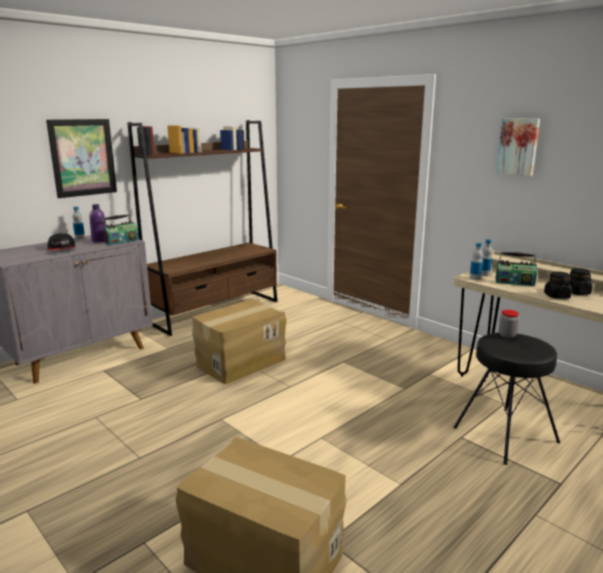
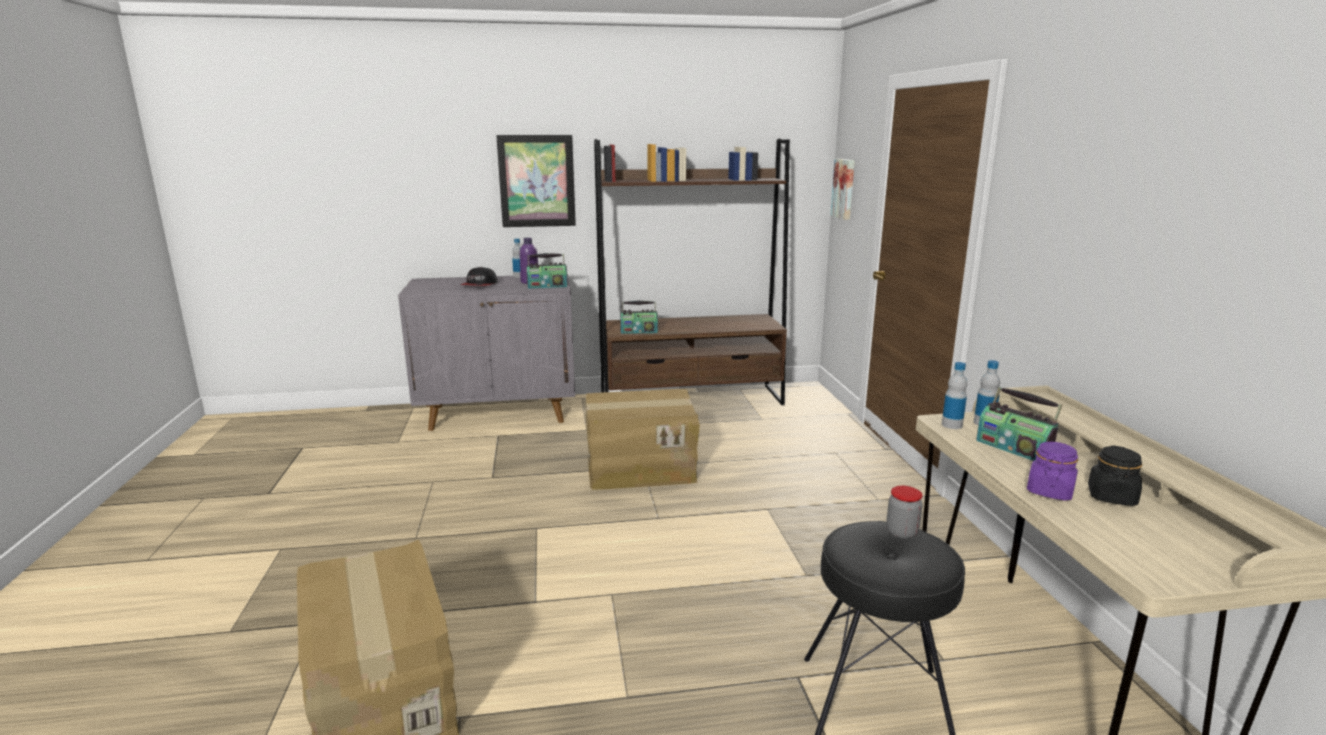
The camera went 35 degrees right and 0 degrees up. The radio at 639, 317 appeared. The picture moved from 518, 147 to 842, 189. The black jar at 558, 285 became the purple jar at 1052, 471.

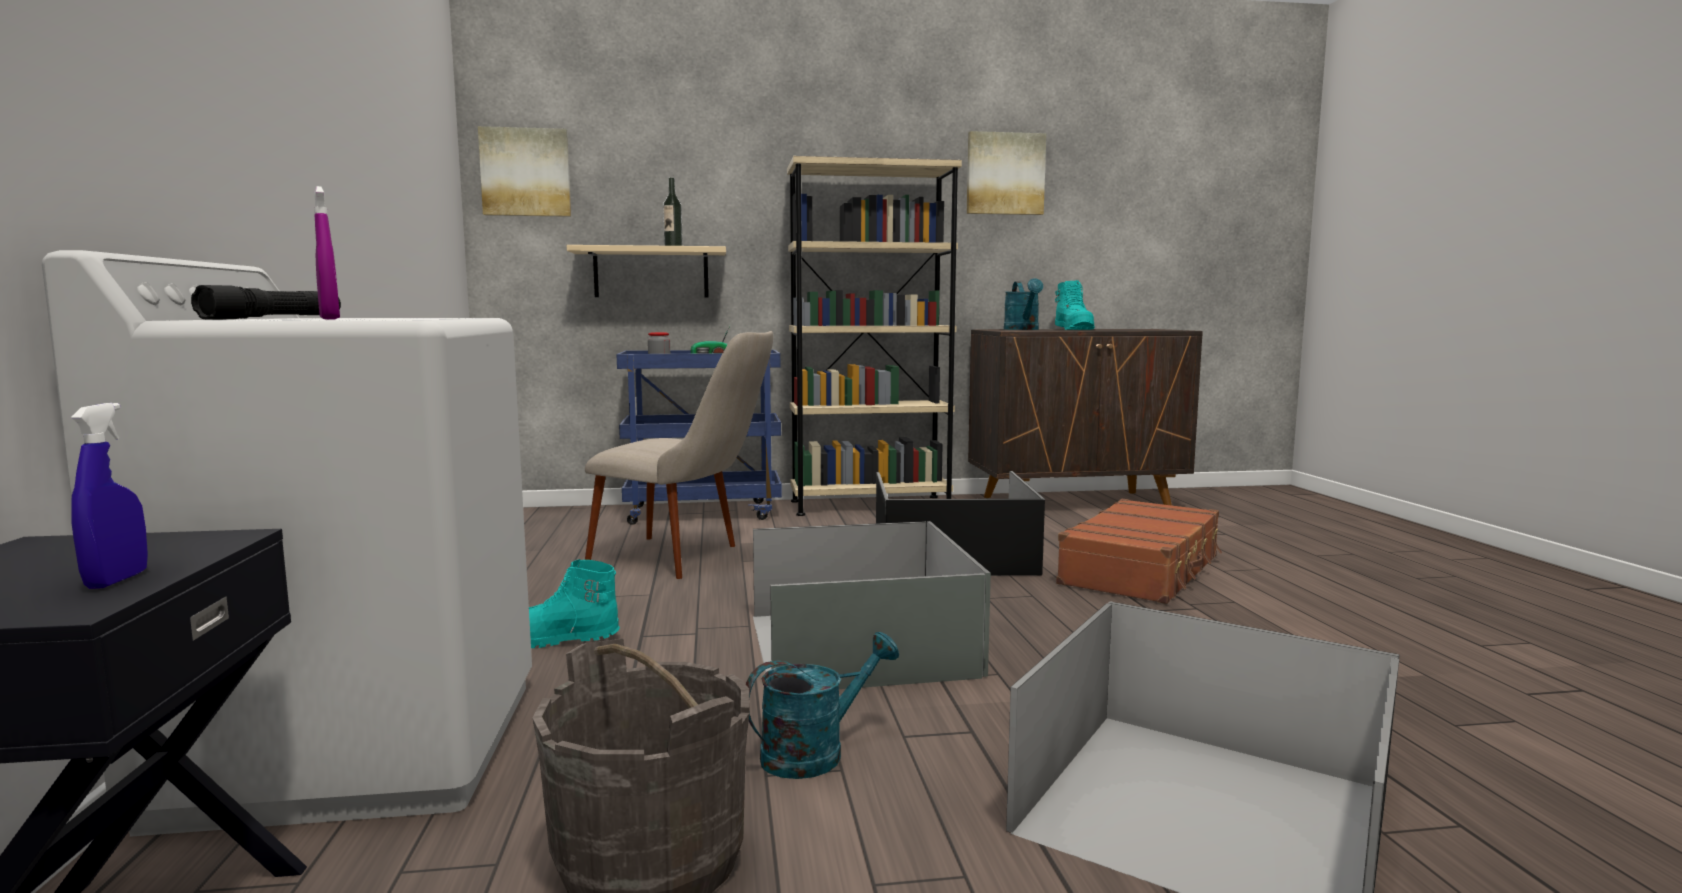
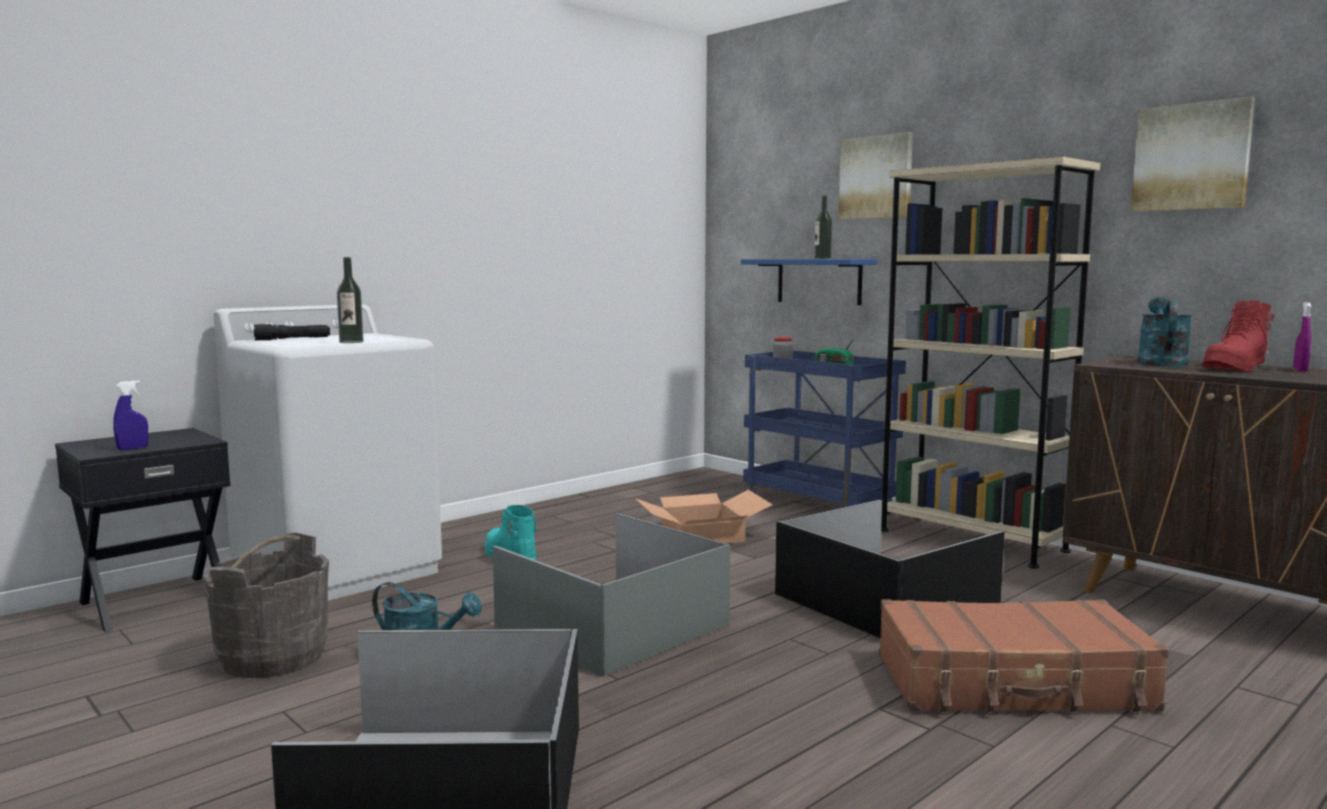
The camera went 55 degrees right and 0 degrees up. The bottle at 350, 300 appeared. The beige chair at 679, 455 was replaced by the cardboard box at 704, 517. The beige shelf at 646, 271 became the blue shelf at 809, 282. The picture moved from 524, 171 to 876, 175. The turquoise watering can at 1023, 304 turned 150 degrees clockwise. The turquoise boot at 1075, 305 became the red boot at 1238, 336. The purple spray bottle moved from 327, 252 to 1302, 337.

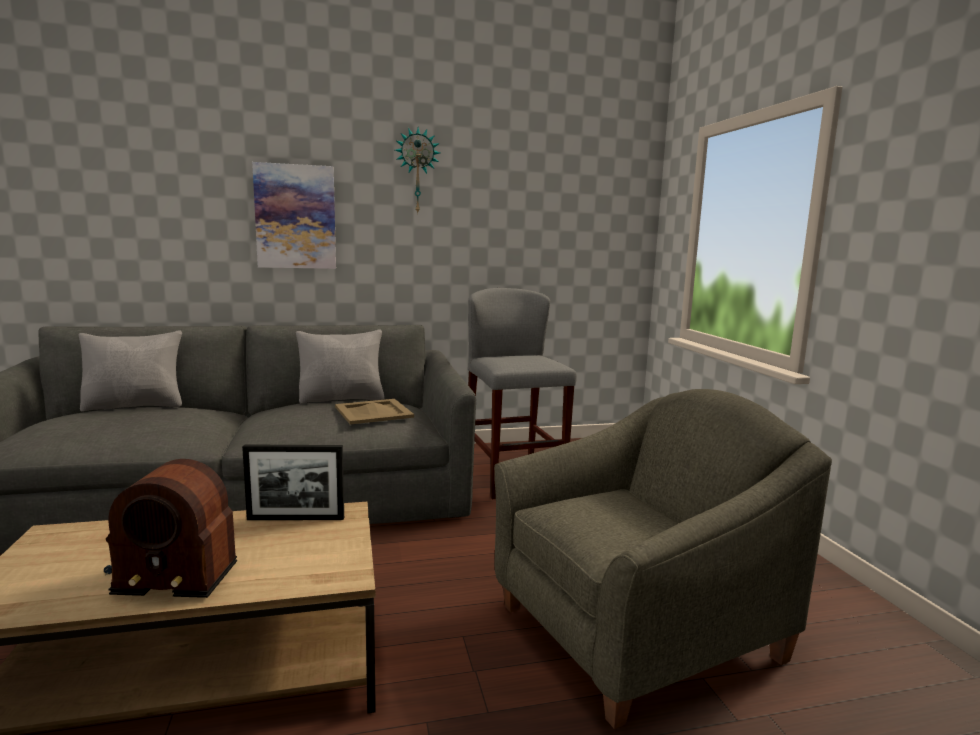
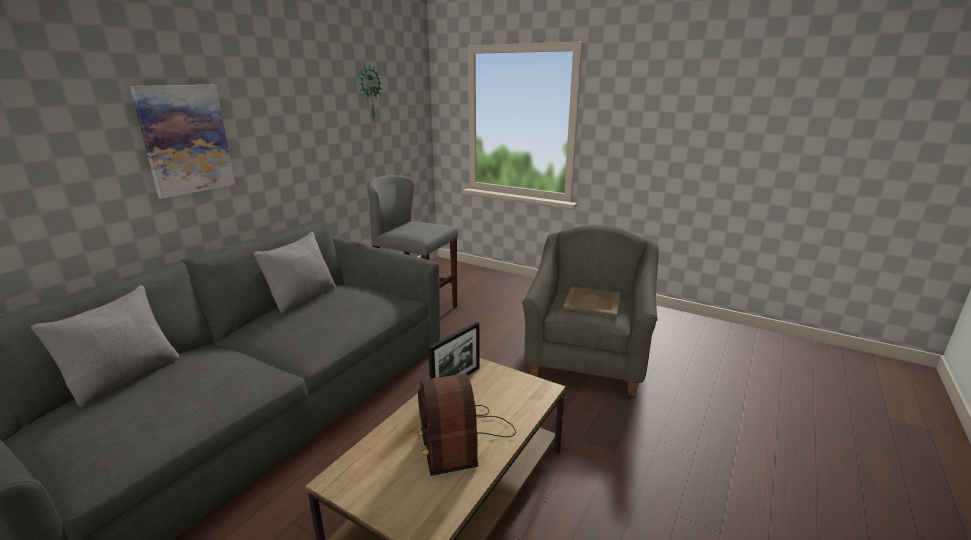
The camera went 45 degrees left and 10 degrees up. The wall clock moved from 417, 171 to 370, 97. The radio at 170, 528 turned 120 degrees clockwise. The beige tray moved from 374, 412 to 591, 302.

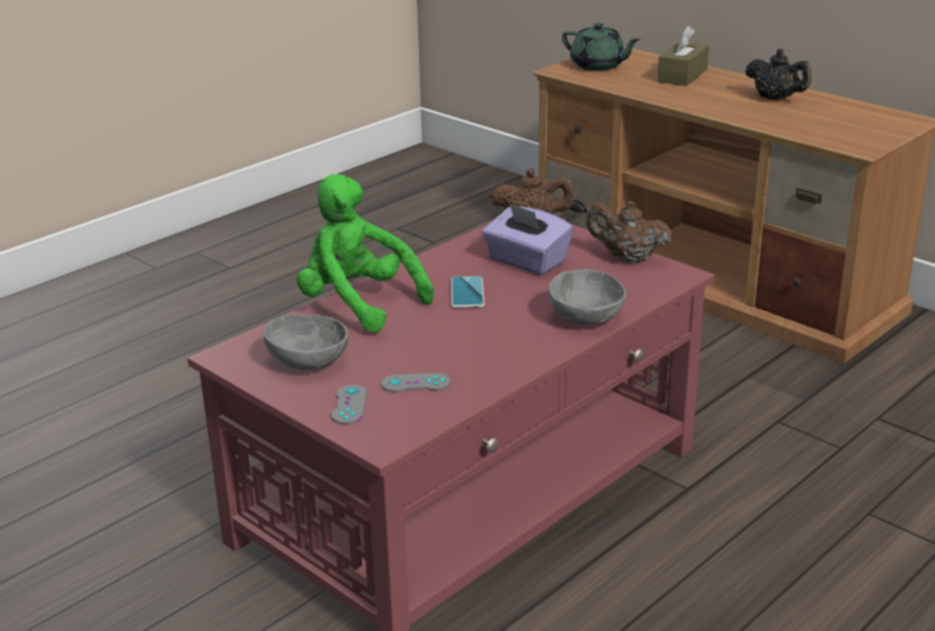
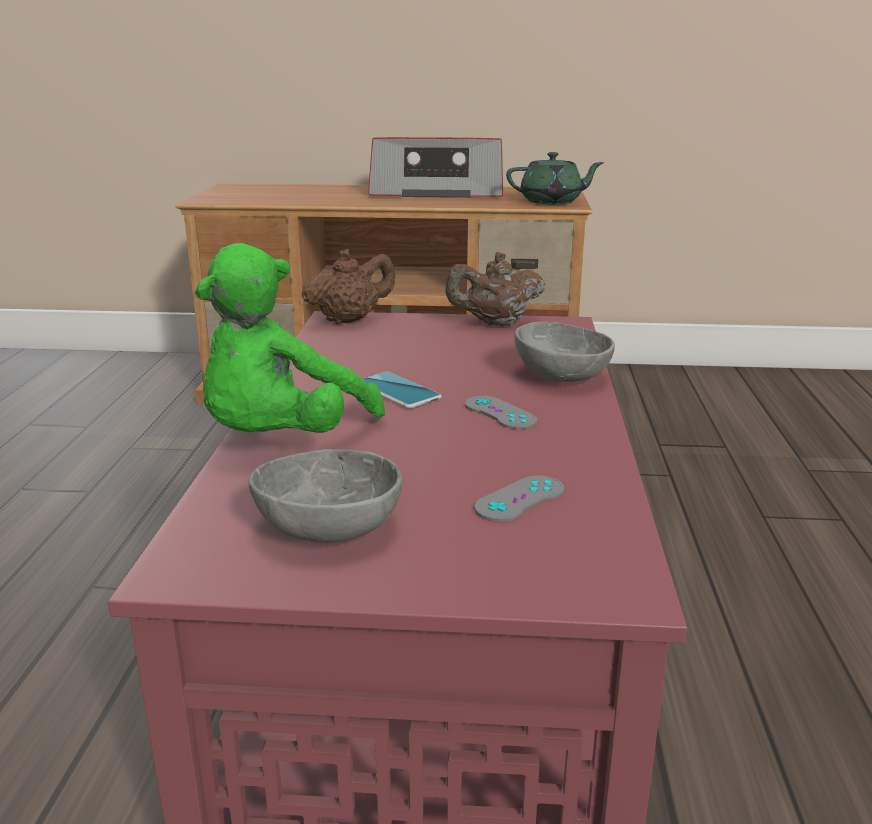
The camera went 40 degrees left and 5 degrees down. The green plush toy at 365, 253 turned 60 degrees counterclockwise. The black teapot at 778, 74 was replaced by the radio at 435, 167. The grey game controller moved from 349, 404 to 501, 412. The green teapot moved from 601, 47 to 555, 178. The purple tissue box at 527, 239 disappeared. The brown tissue box at 683, 56 disappeared.

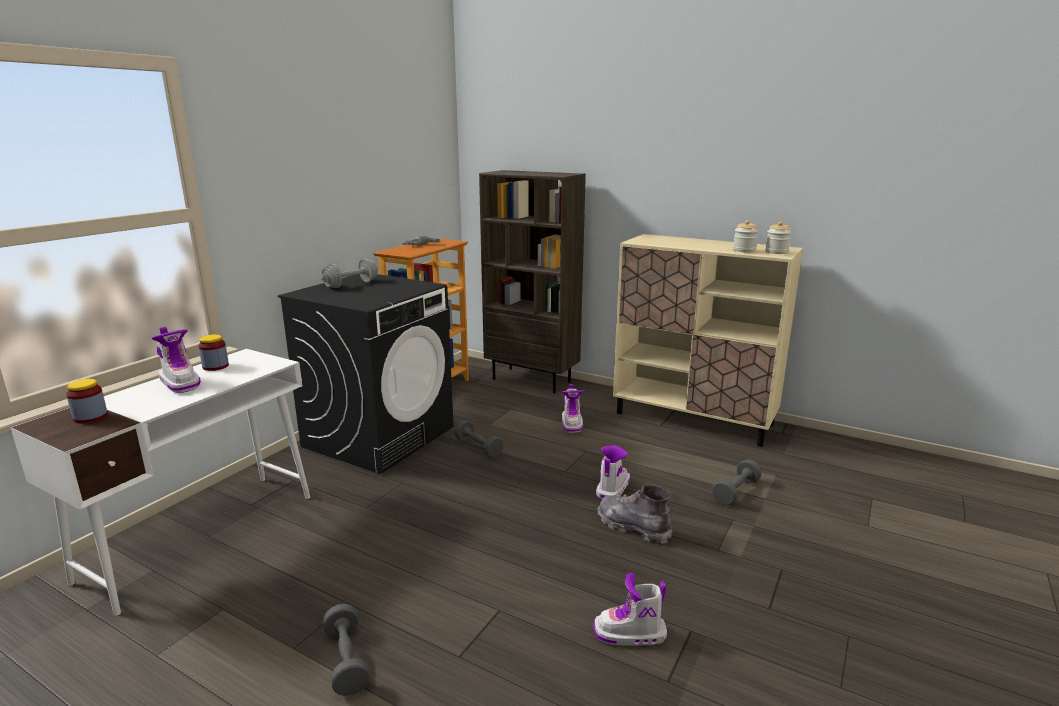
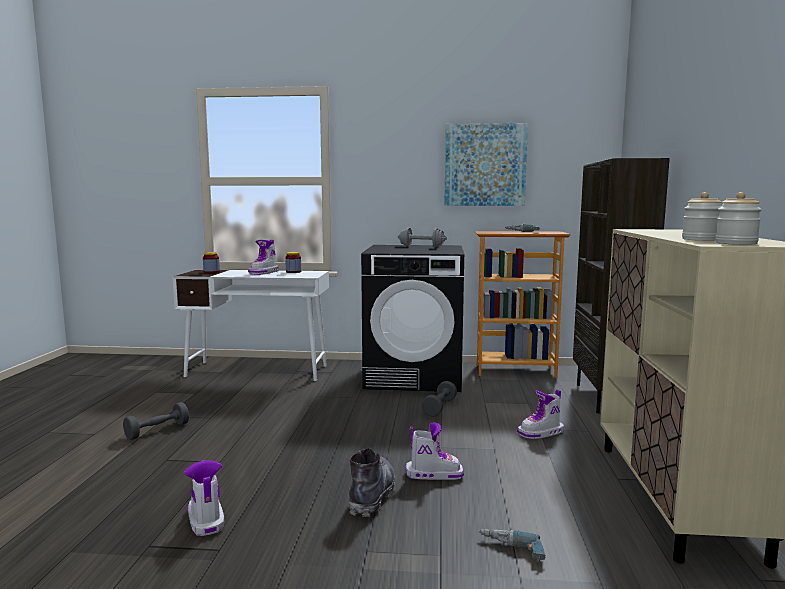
The camera went 65 degrees right and 10 degrees down. The picture at 486, 164 appeared. The grey dumbbell at 737, 482 was replaced by the power drill at 512, 545.

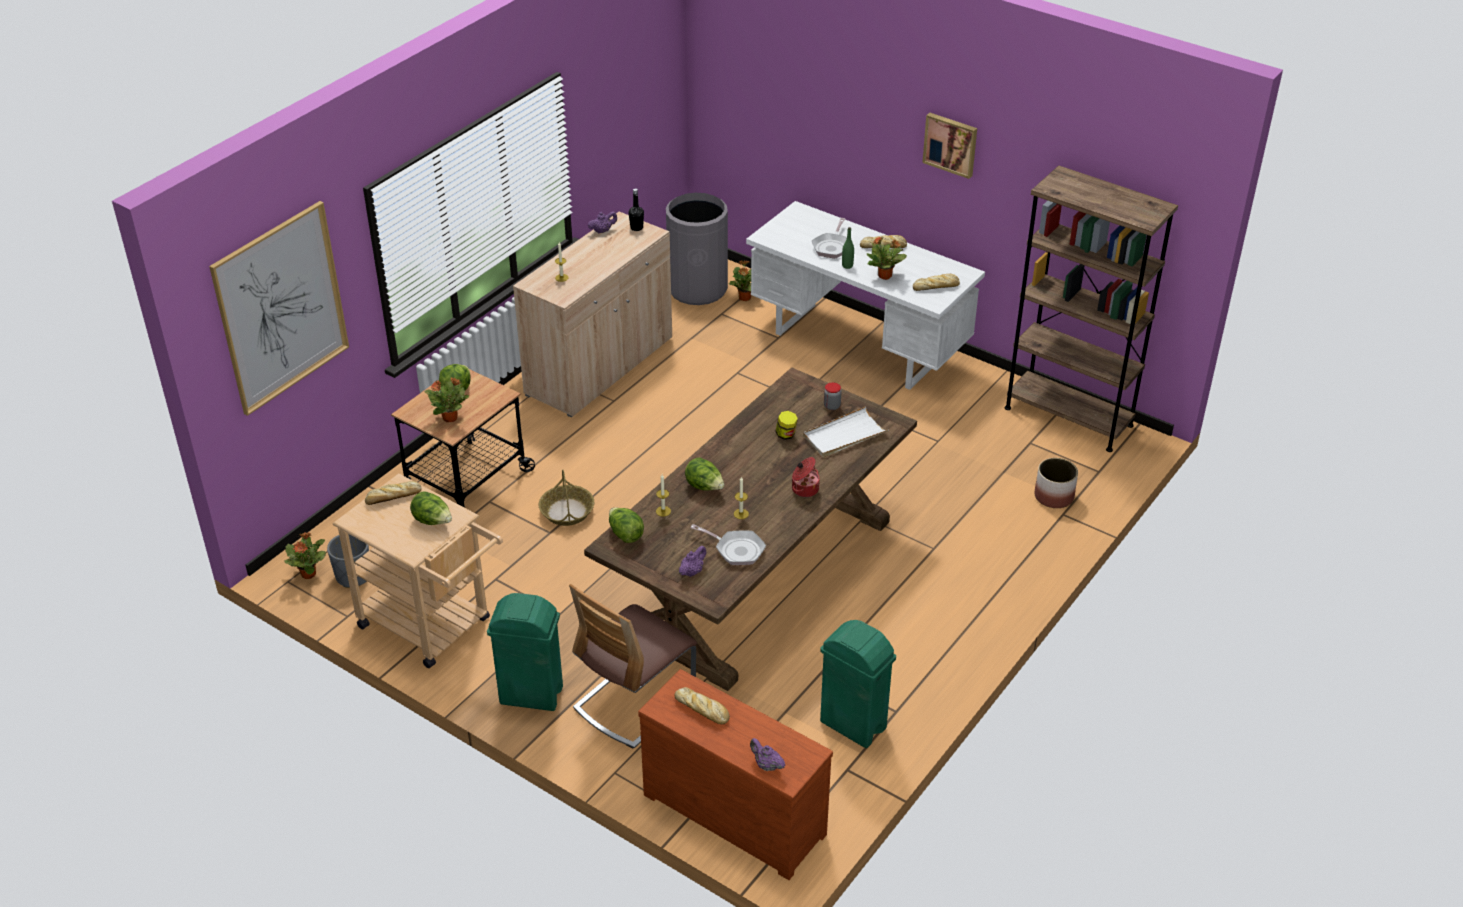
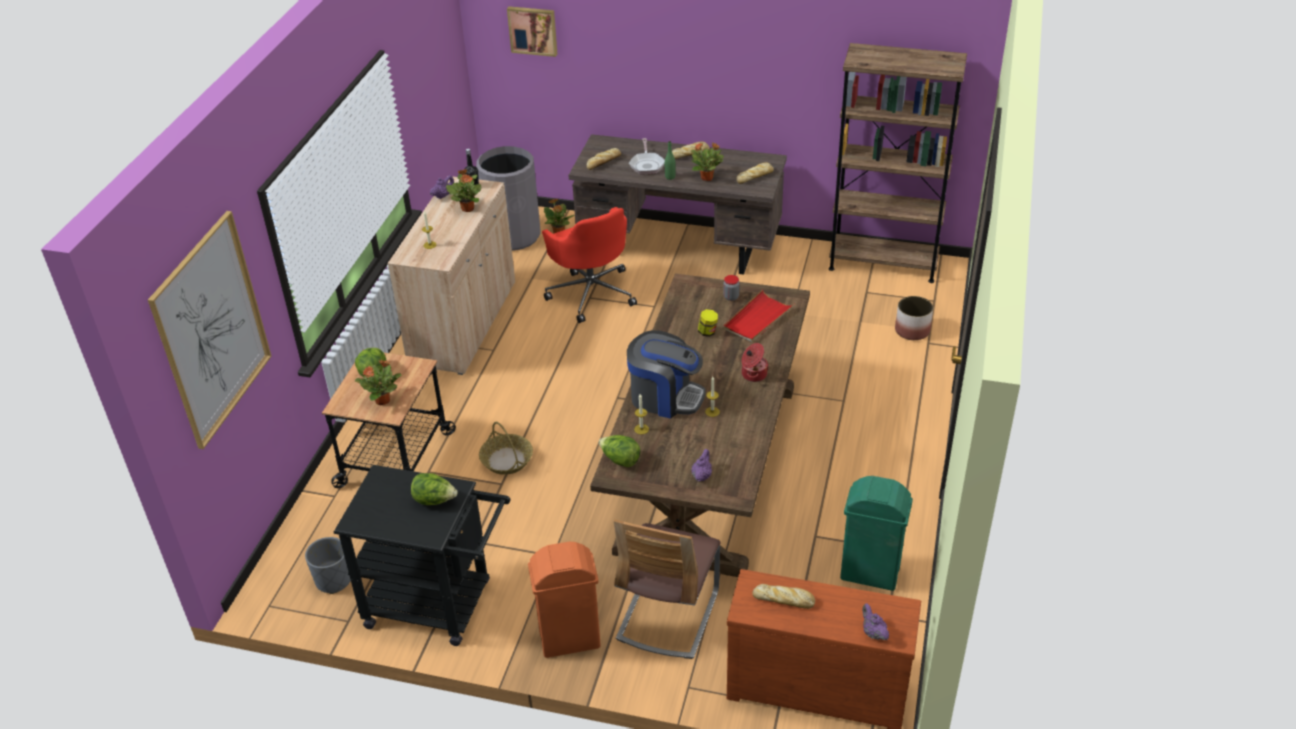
The camera went 20 degrees left and 0 degrees up. The beige cart at 418, 570 became the black cart at 422, 555. The potted plant moved from 305, 555 to 463, 190. The picture moved from 949, 146 to 532, 31. The green trash can at 525, 652 became the orange trash can at 564, 600. The red office chair at 589, 265 appeared. The white desk at 865, 295 became the brown desk at 677, 204. The bread moved from 393, 493 to 604, 159. The lettuce at 704, 474 was replaced by the coffee machine at 666, 374. The white tray at 846, 431 became the red tray at 759, 316. The purple teapot at 767, 754 turned 45 degrees clockwise. The frying pan at 728, 544 disappeared.

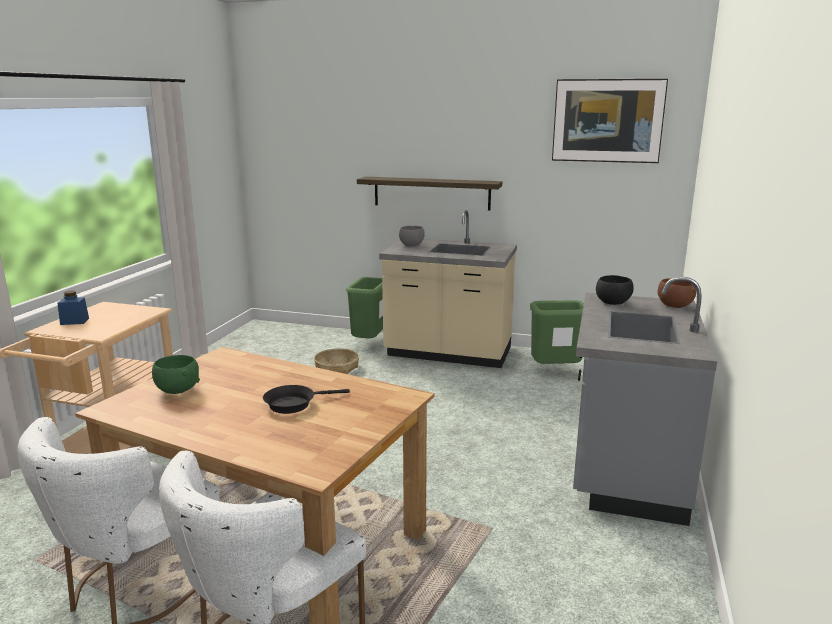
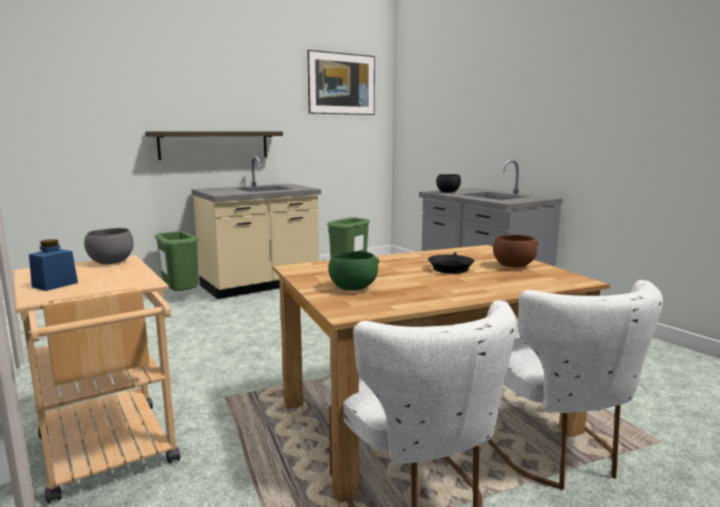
The camera went 50 degrees left and 5 degrees down. The grey bowl moved from 412, 236 to 109, 246. The brown bowl moved from 677, 293 to 516, 251. The basket at 336, 361 disappeared.

